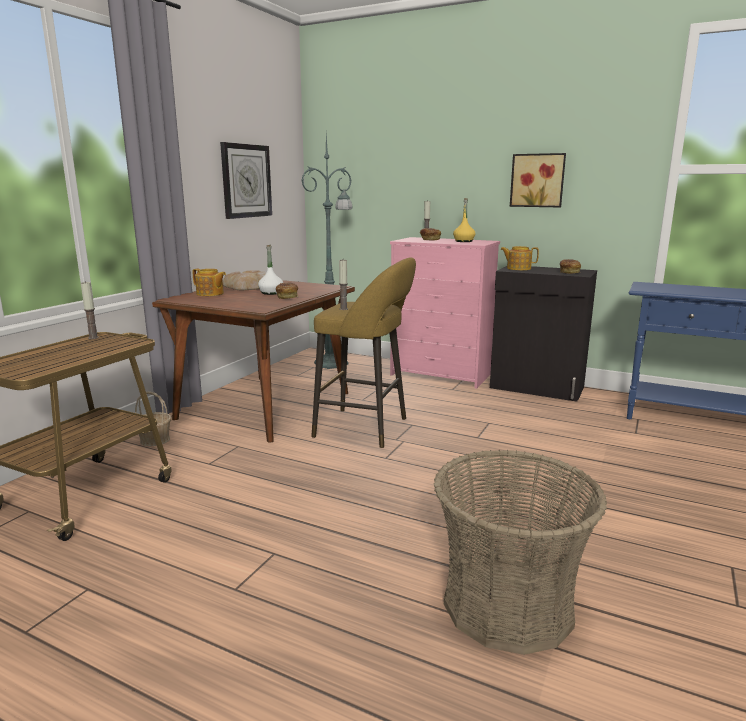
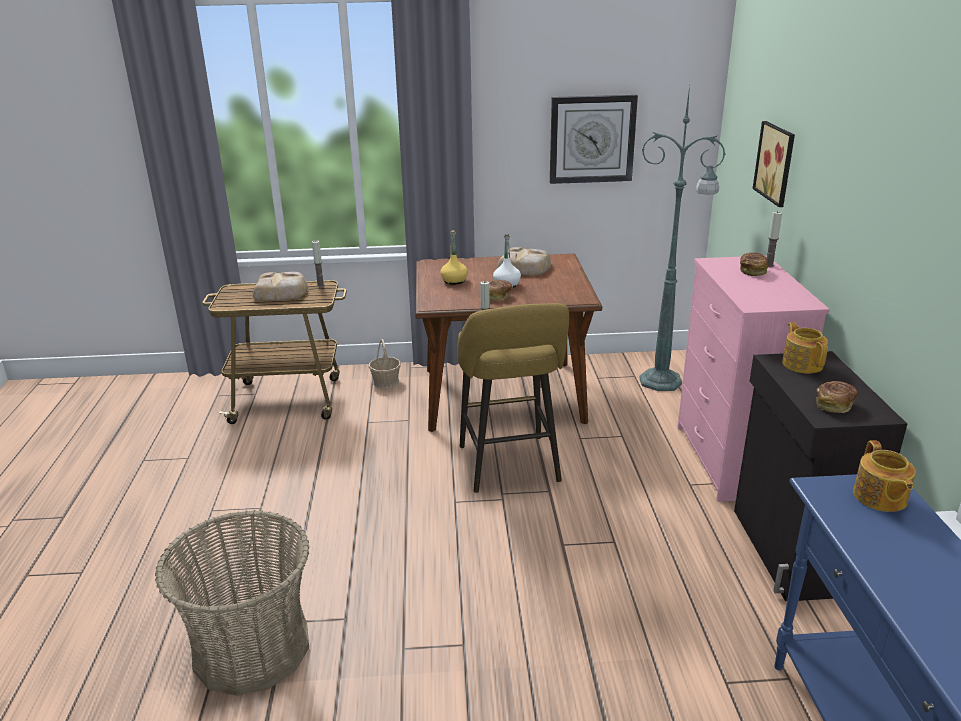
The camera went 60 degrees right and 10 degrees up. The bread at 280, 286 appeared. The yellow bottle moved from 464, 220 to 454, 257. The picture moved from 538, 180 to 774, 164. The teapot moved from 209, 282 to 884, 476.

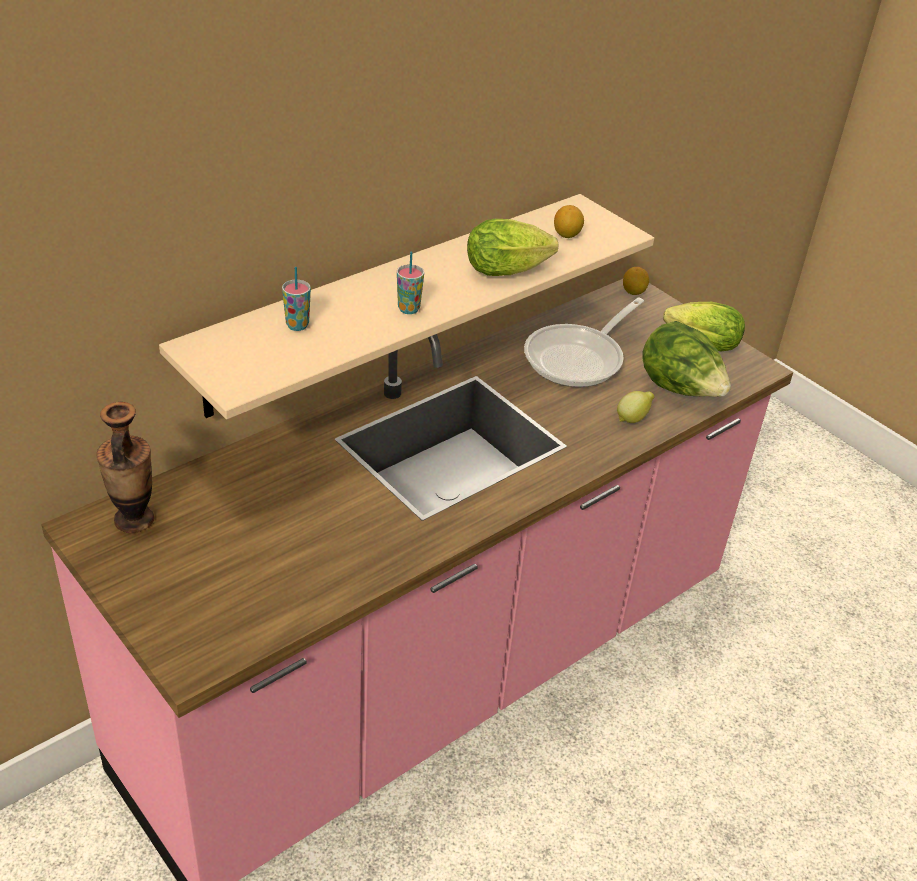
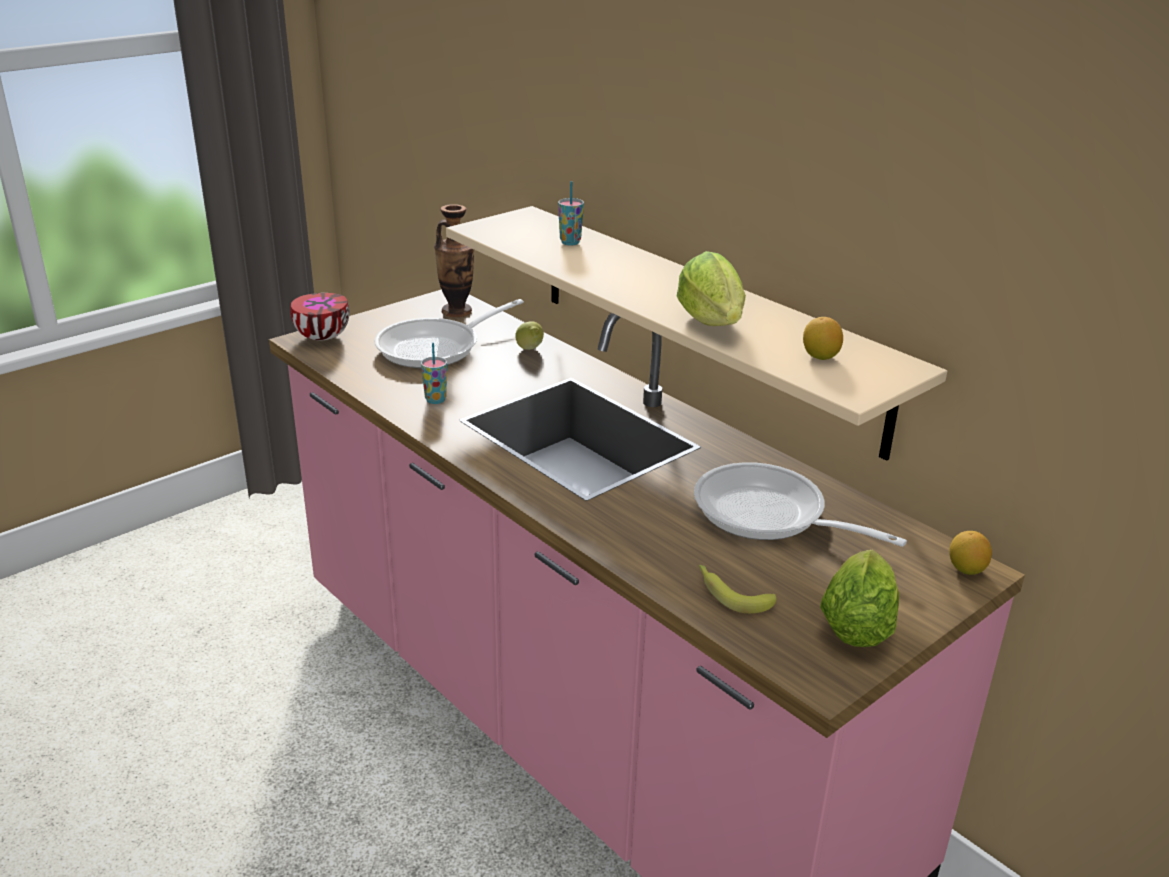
The camera went 90 degrees right and 10 degrees down. The bowl at 319, 316 appeared. The frying pan at 449, 333 appeared. The cup moved from 410, 283 to 434, 373. The lemon moved from 636, 407 to 529, 335. The lettuce at 686, 359 was replaced by the banana at 737, 589.

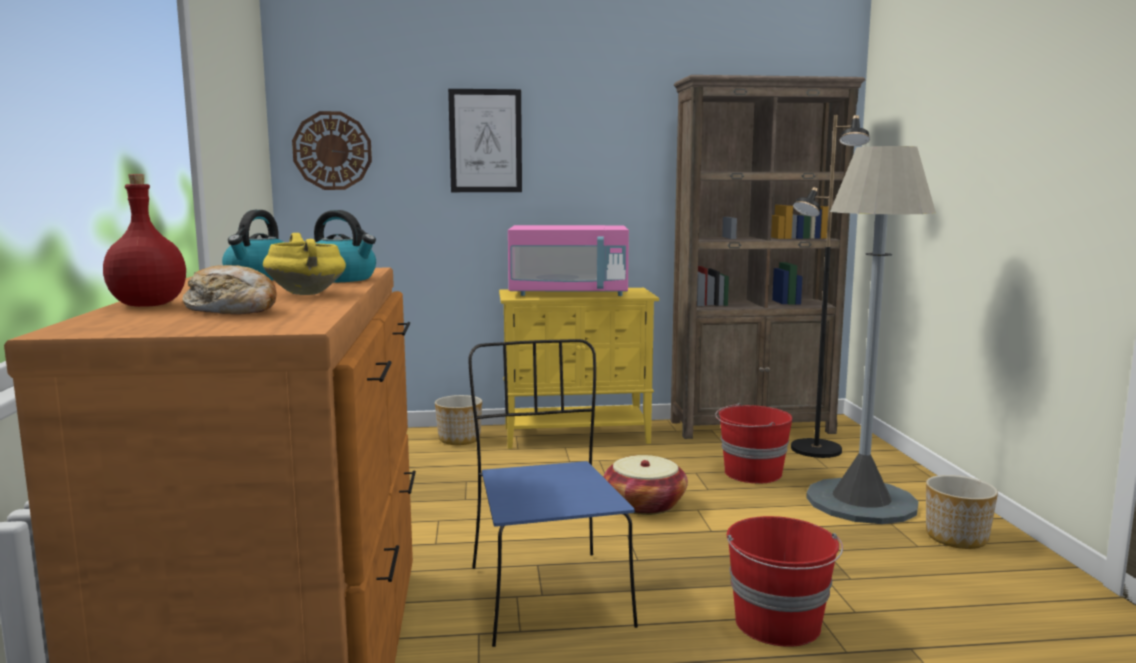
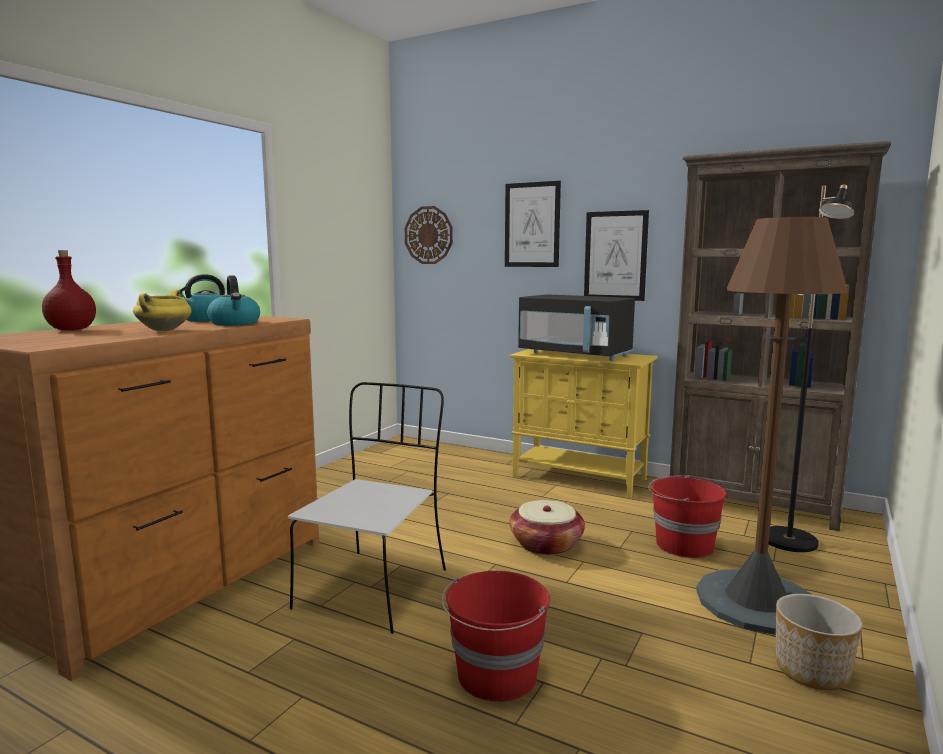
The camera went 35 degrees right and 0 degrees up. The blue chair at 553, 493 became the white chair at 367, 508. The pink microwave at 568, 260 became the black microwave at 576, 327. The picture at 616, 255 appeared. The grey floor lamp at 871, 335 became the brown floor lamp at 772, 426. The bread at 229, 289 disappeared. The planter at 458, 420 disappeared.

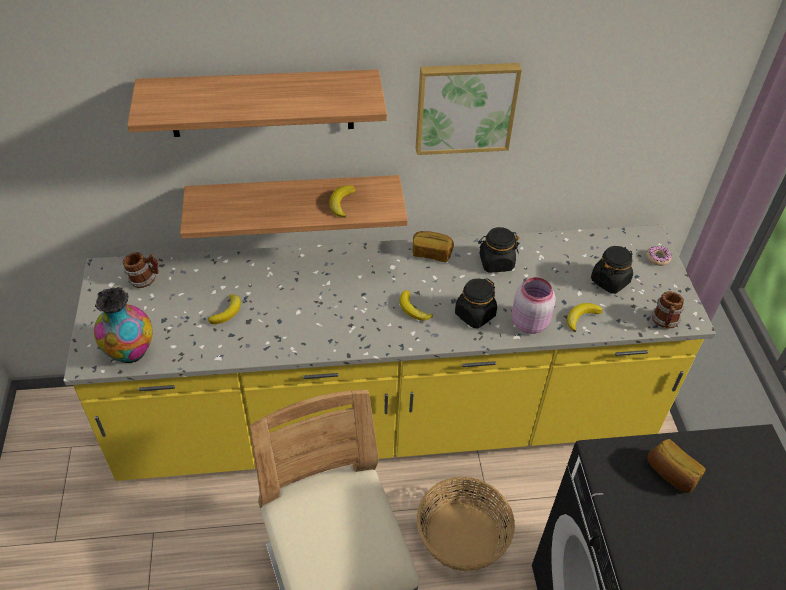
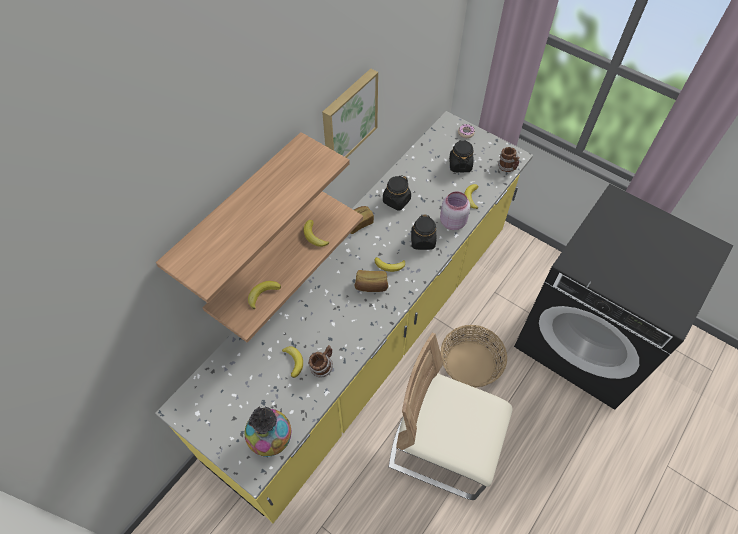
The camera went 45 degrees left and 10 degrees up. The banana at 264, 295 appeared. The mug moved from 141, 270 to 320, 361. The bread moved from 676, 466 to 371, 281.

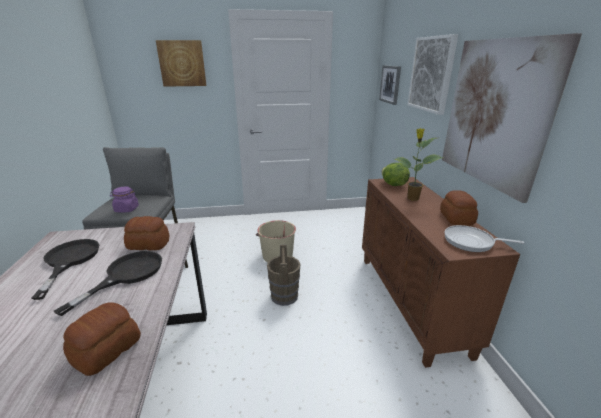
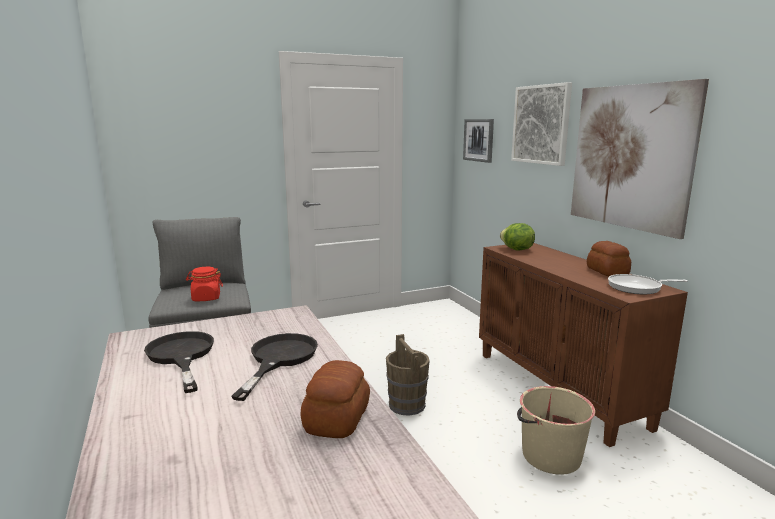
The camera went 15 degrees left and 10 degrees down. The purple jar at 124, 200 became the red jar at 204, 284. The beige bucket moved from 276, 241 to 556, 430. The bread at 147, 233 disappeared. The picture at 181, 63 disappeared. The potted plant at 418, 164 disappeared.

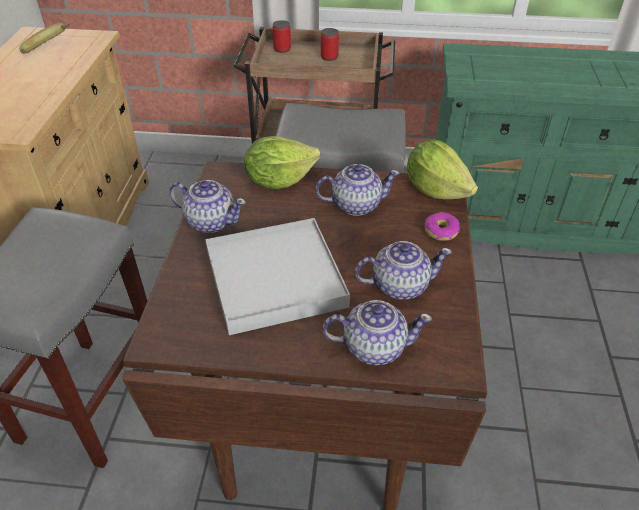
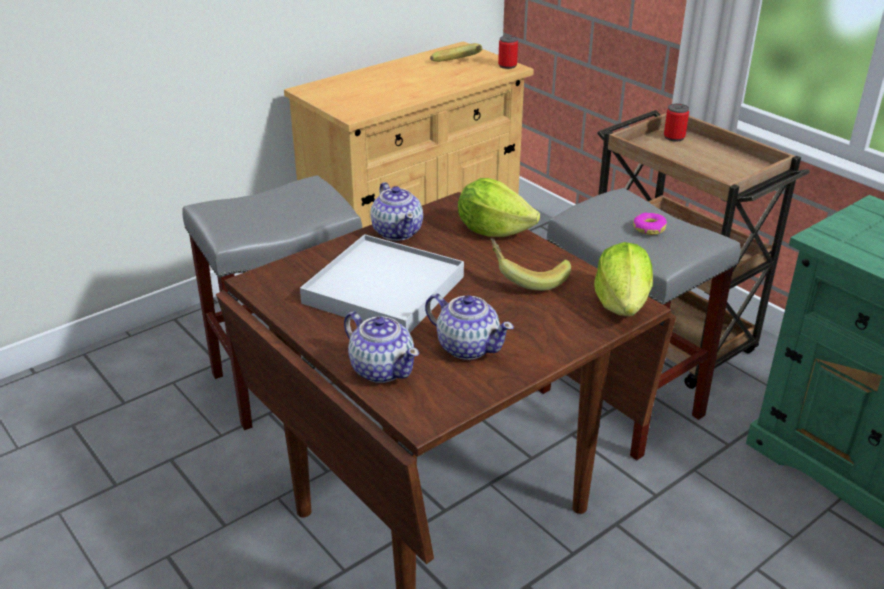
The camera went 45 degrees right and 10 degrees down. The teapot at 358, 190 was replaced by the banana at 530, 264. The can moved from 330, 44 to 508, 52. The donut moved from 442, 226 to 650, 224.

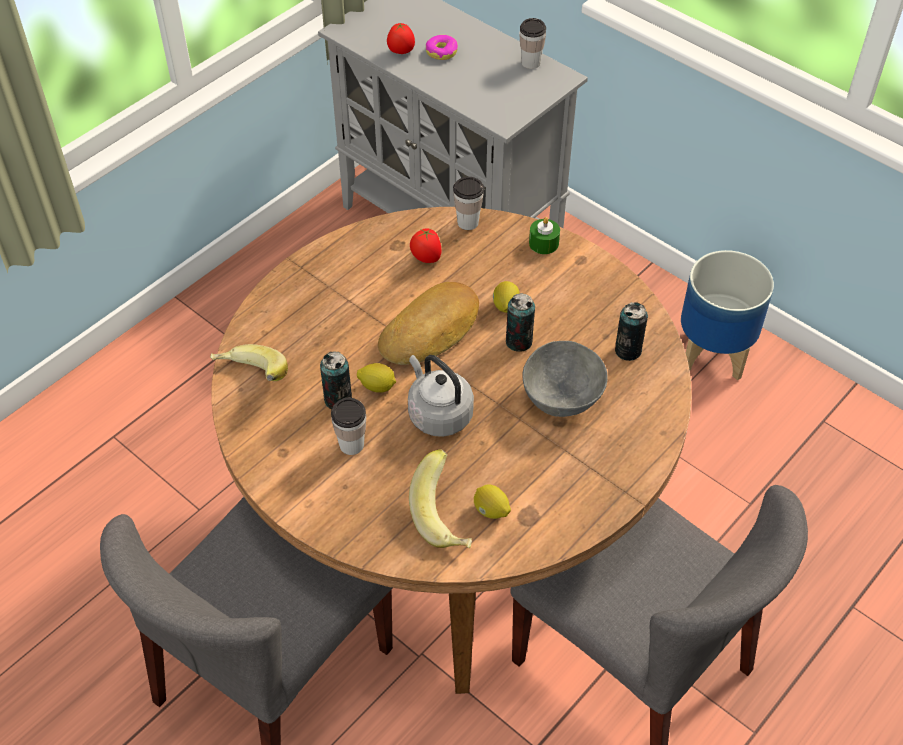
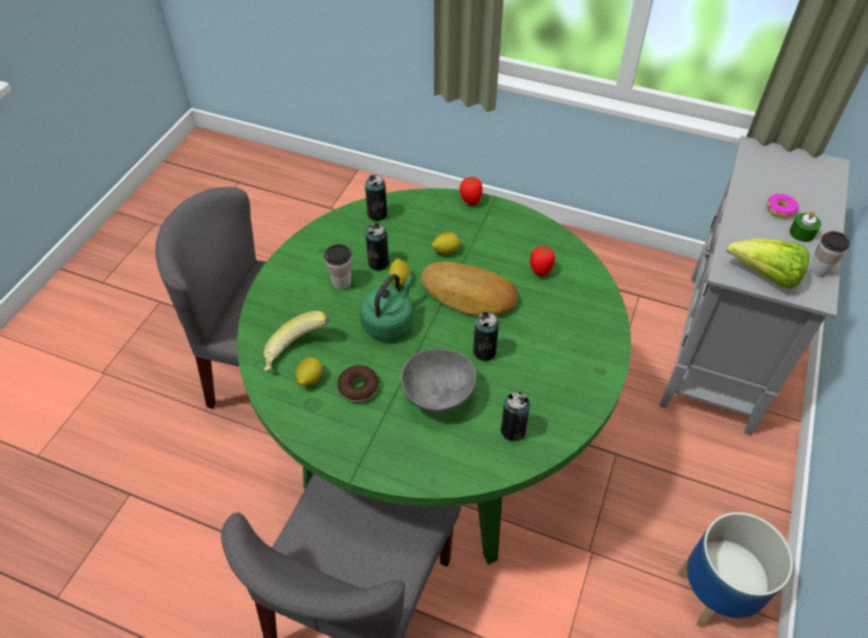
The camera went 70 degrees right and 0 degrees up. The brown dining table at 451, 450 became the green dining table at 434, 376. The donut at 358, 383 appeared. The grey kettle at 441, 396 became the green kettle at 386, 307. The banana at 249, 362 was replaced by the can at 376, 198. The lemon moved from 506, 297 to 446, 243. The tomato moved from 401, 38 to 471, 191. The lettuce at 768, 264 appeared. The green candle moved from 544, 235 to 805, 226. The cup at 468, 203 disappeared.

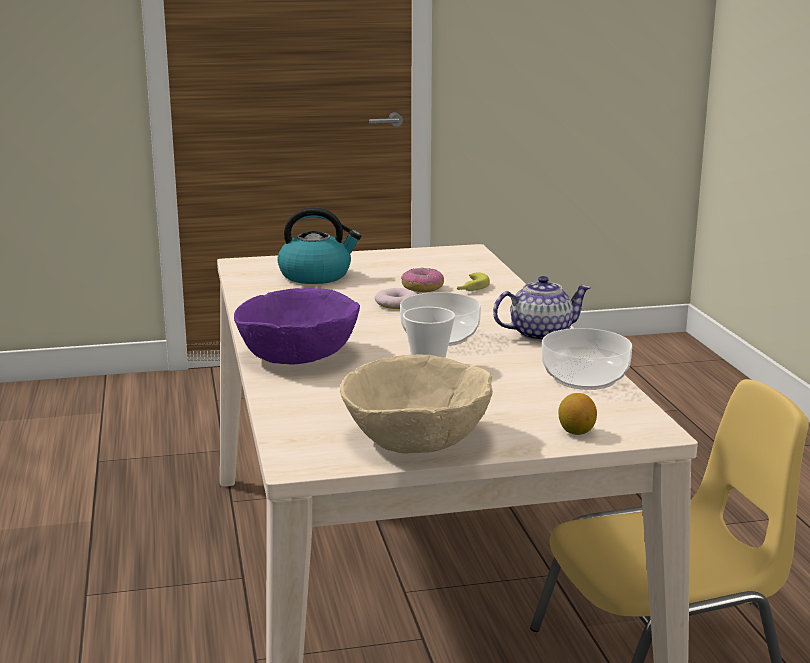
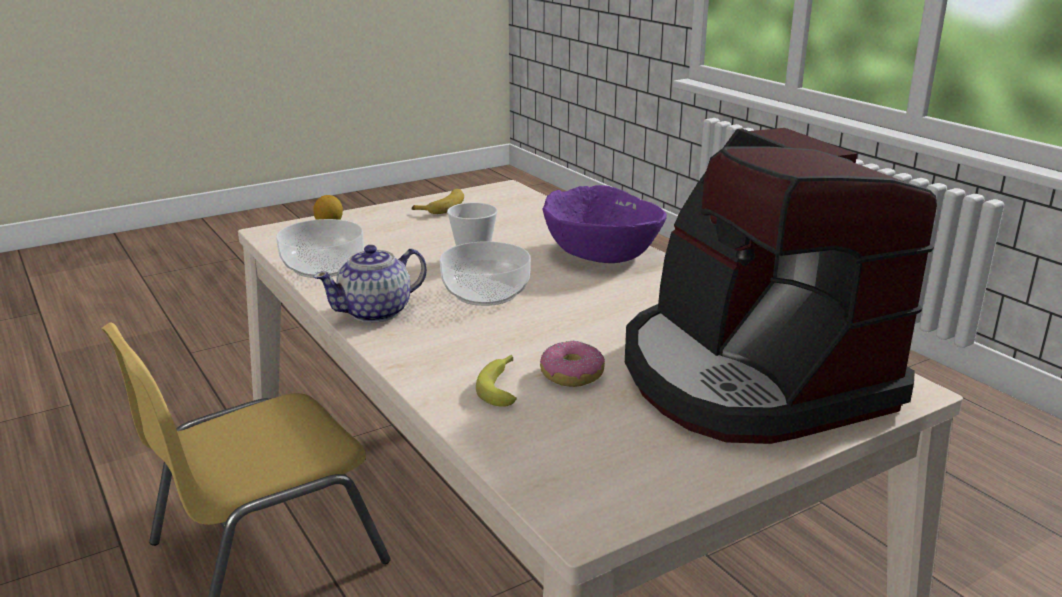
The camera went 160 degrees right and 5 degrees up. The beige bowl at 416, 404 was replaced by the banana at 438, 201. The kettle at 319, 245 was replaced by the coffee machine at 781, 286. The donut at 396, 298 disappeared.

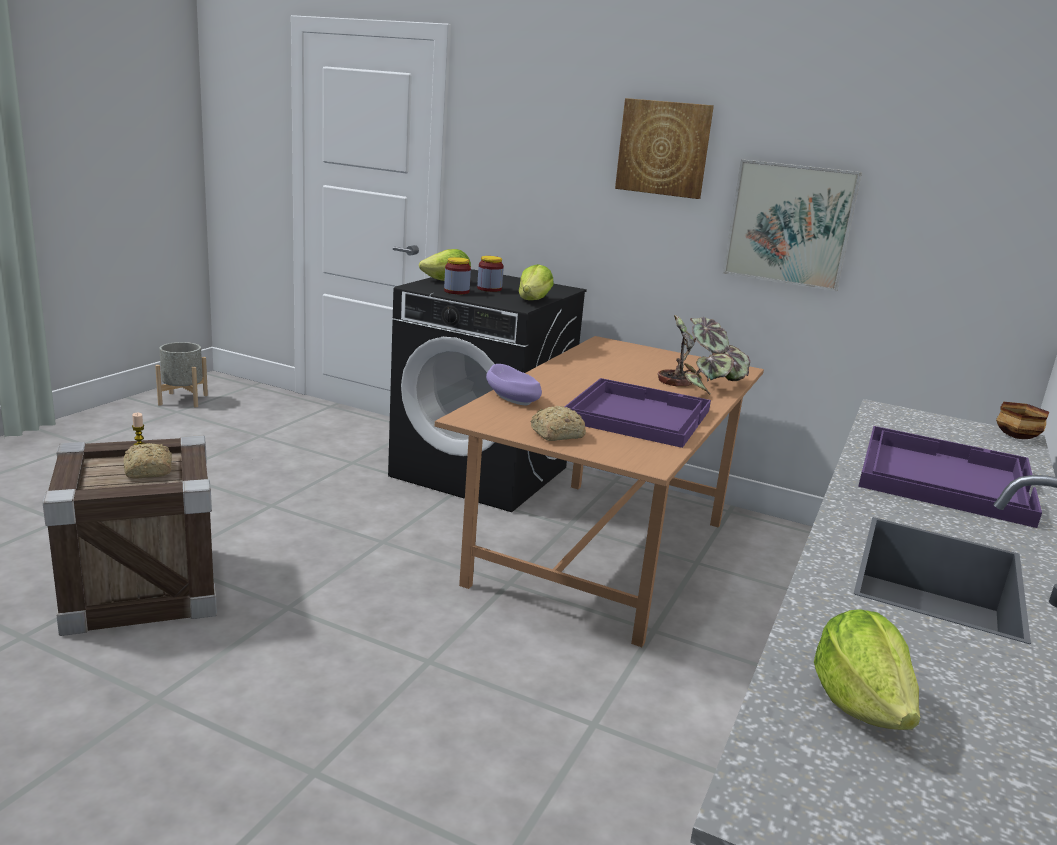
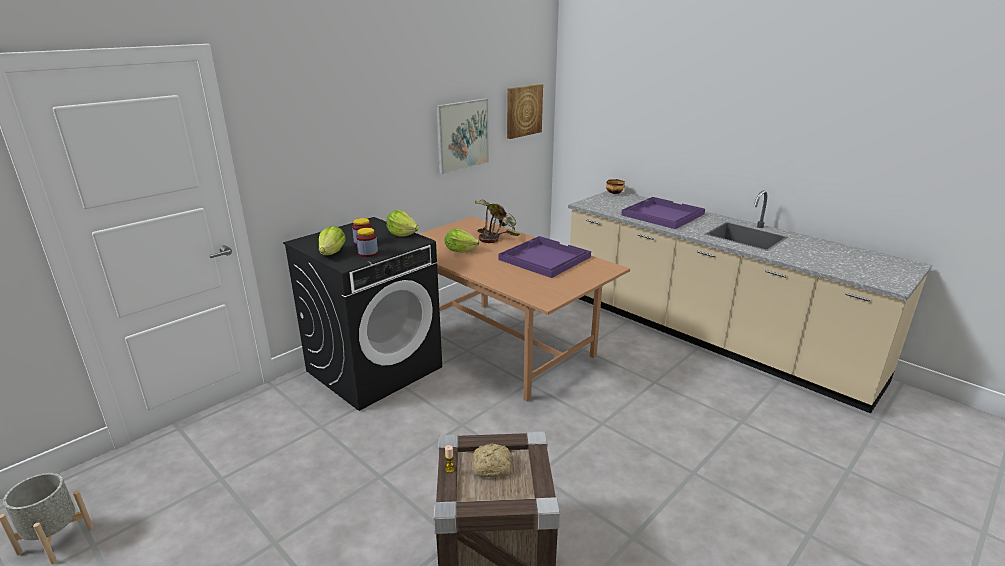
The camera went 70 degrees left and 5 degrees up. The lettuce moved from 867, 669 to 462, 241. The picture moved from 664, 148 to 525, 111. The purple bowl at 514, 384 disappeared. The bread at 558, 423 disappeared.

